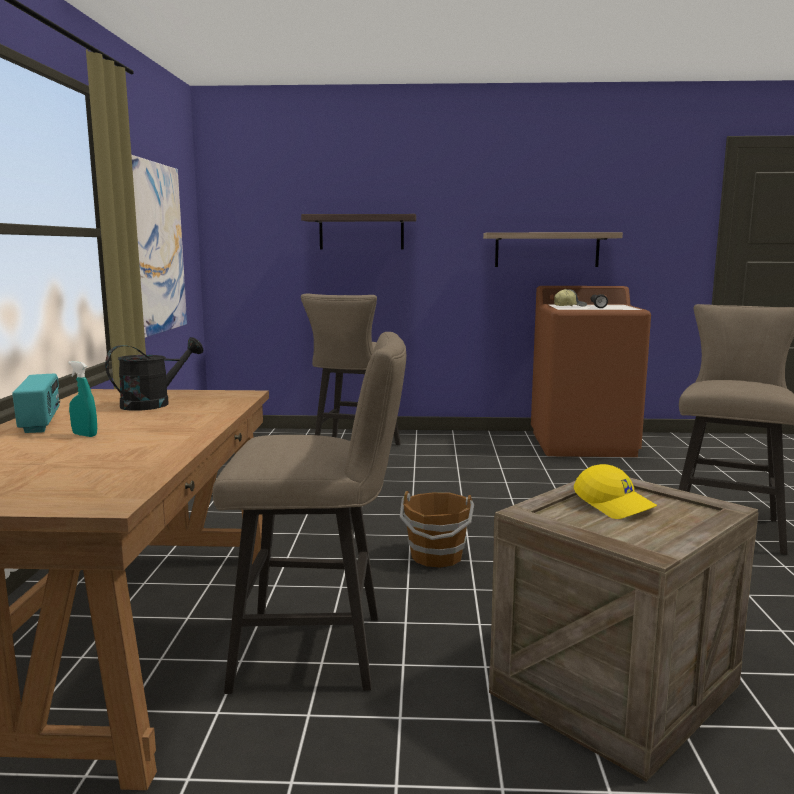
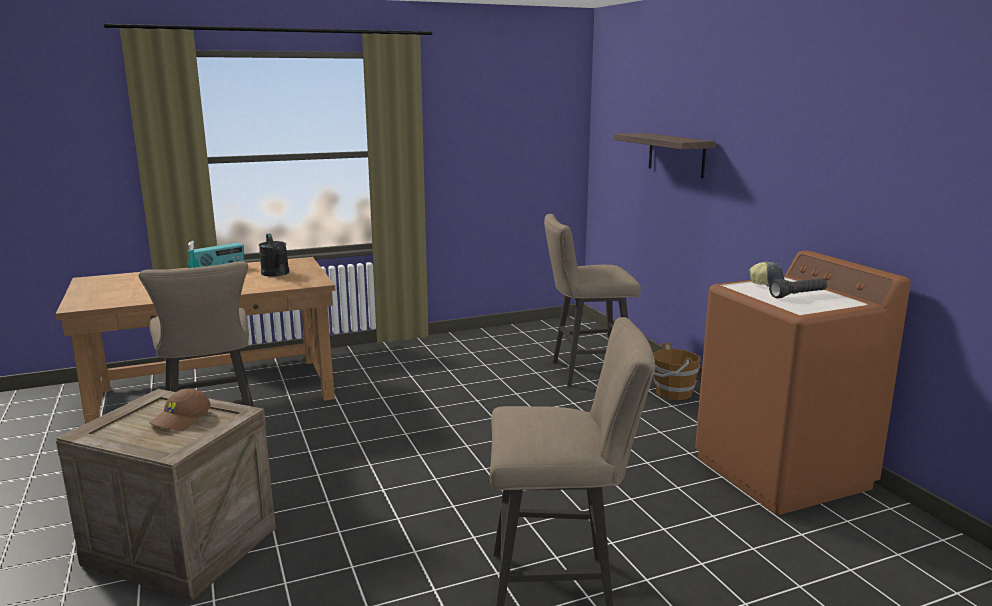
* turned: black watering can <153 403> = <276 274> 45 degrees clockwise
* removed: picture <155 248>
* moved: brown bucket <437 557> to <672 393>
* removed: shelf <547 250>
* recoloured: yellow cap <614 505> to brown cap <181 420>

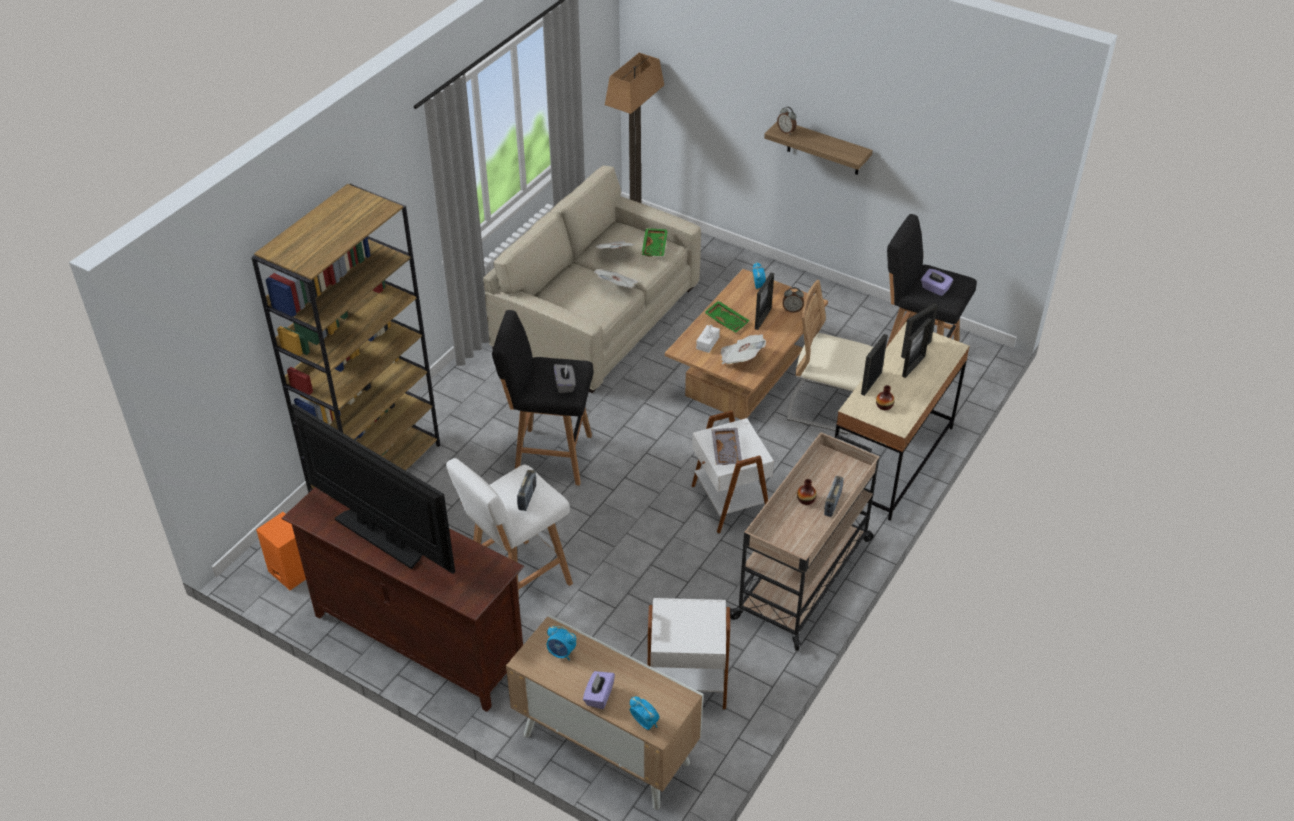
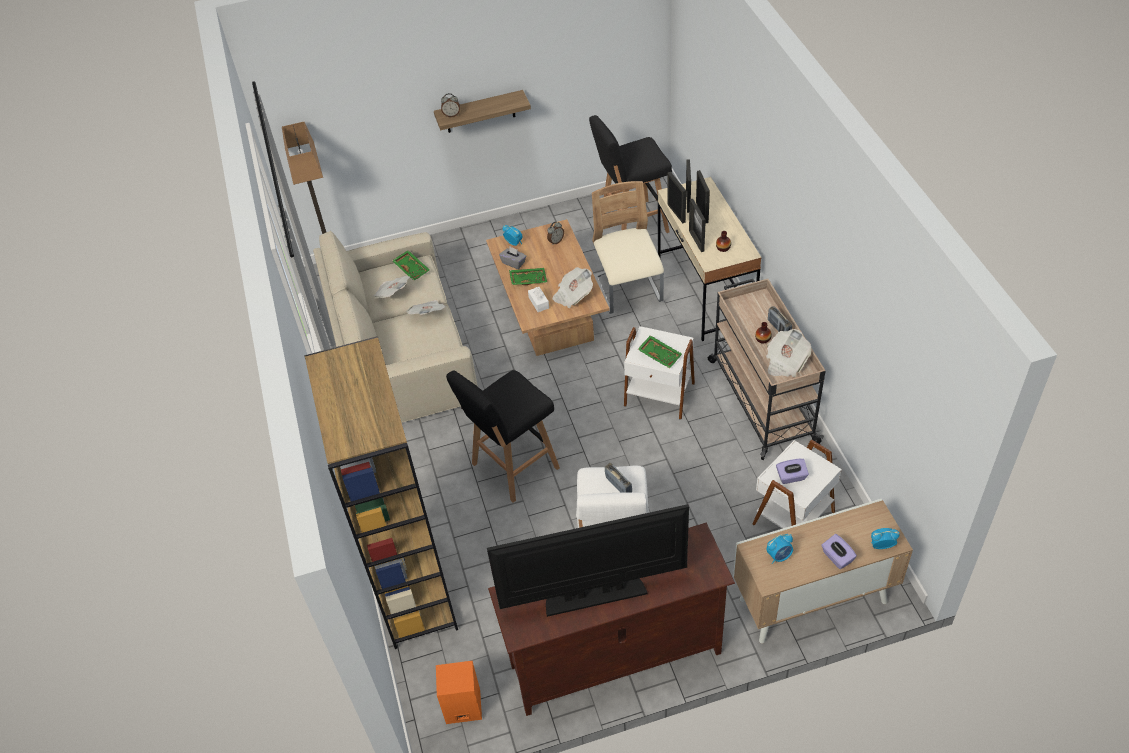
* moved: grey tissue box <565 385> to <514 263>
* recoloured: grey tray <727 450> to green tray <660 355>
* moved: picture frame <763 318> to <676 213>
* turned: beige chair <829 407> = <628 290> 105 degrees clockwise
* moved: purple tissue box <935 289> to <791 477>
* added: newspaper <785 362>

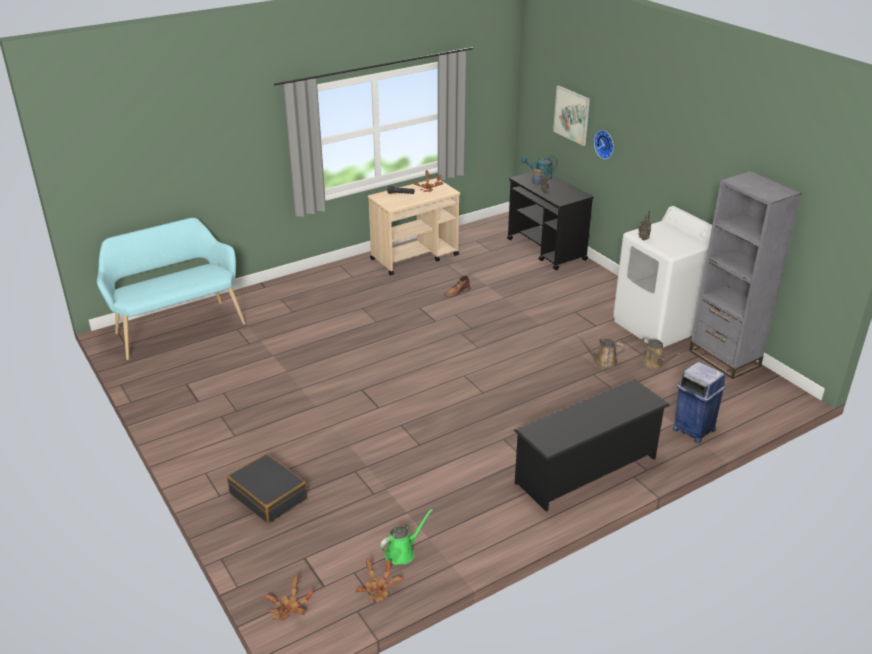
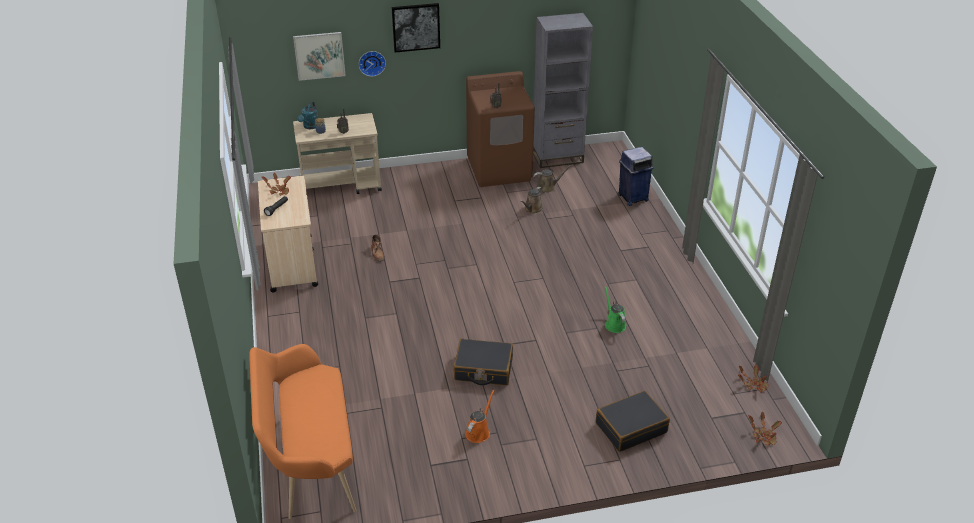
* recoloured: turquoise bench <177 327> to orange bench <310 462>
* moved: green watering can <402 552> to <614 324>
* recoloured: black cart <546 250> to beige cart <341 185>
* removed: black shoe rack <587 470>
* recoloured: white washing machine <658 326> to brown washing machine <499 170>
* added: picture <416 27>
* added: black suitcase <483 369>
* added: orange watering can <478 432>

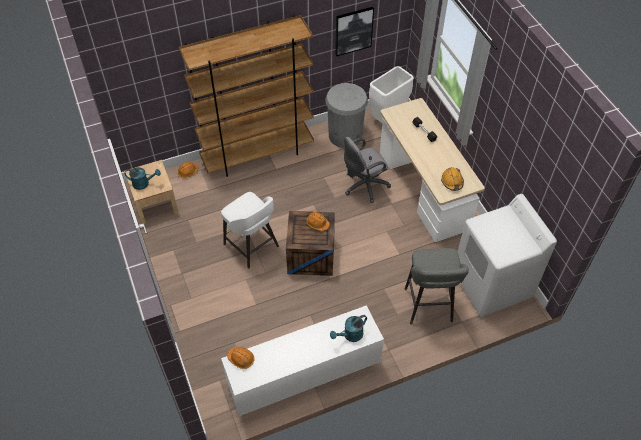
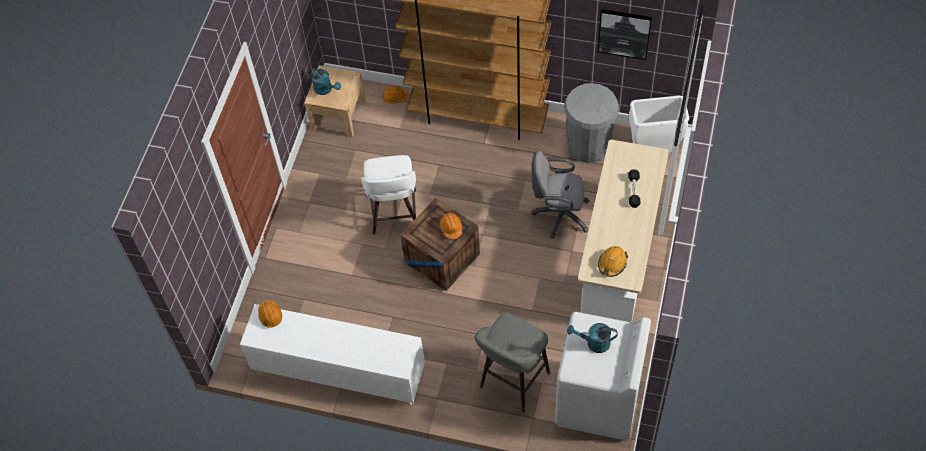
* moved: turquoise watering can <350 335> to <593 343>

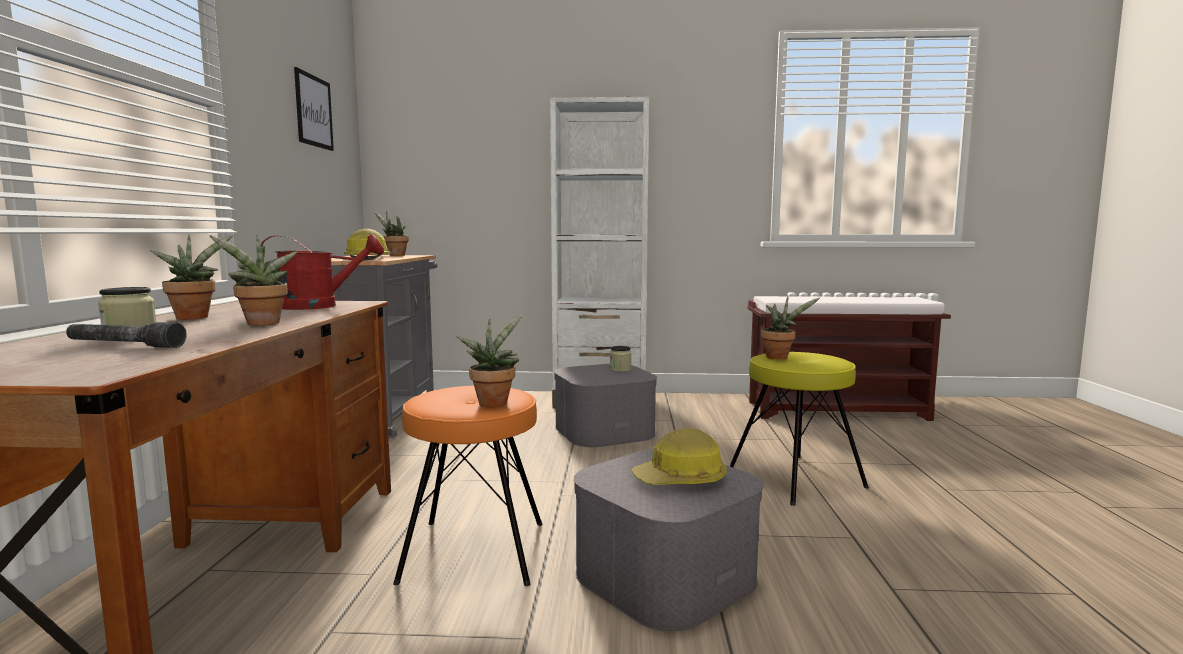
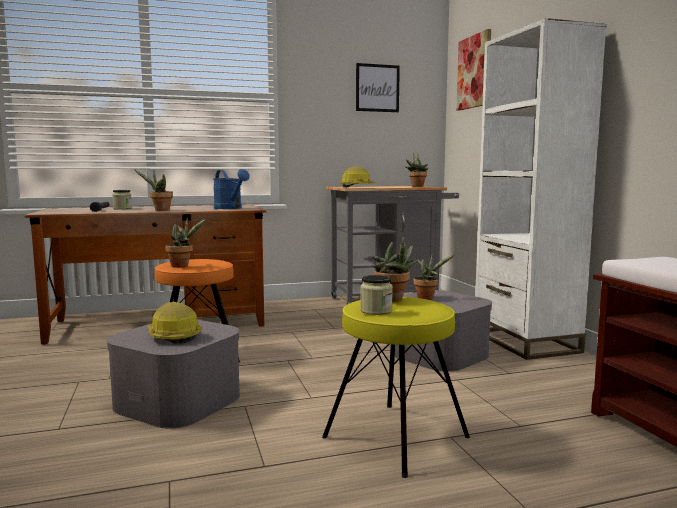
* moved: potted plant <194 317> to <427 298>
* recoloured: red watering can <319 306> to blue watering can <230 208>
* moved: jar <620 369> to <376 311>
* added: picture <474 72>

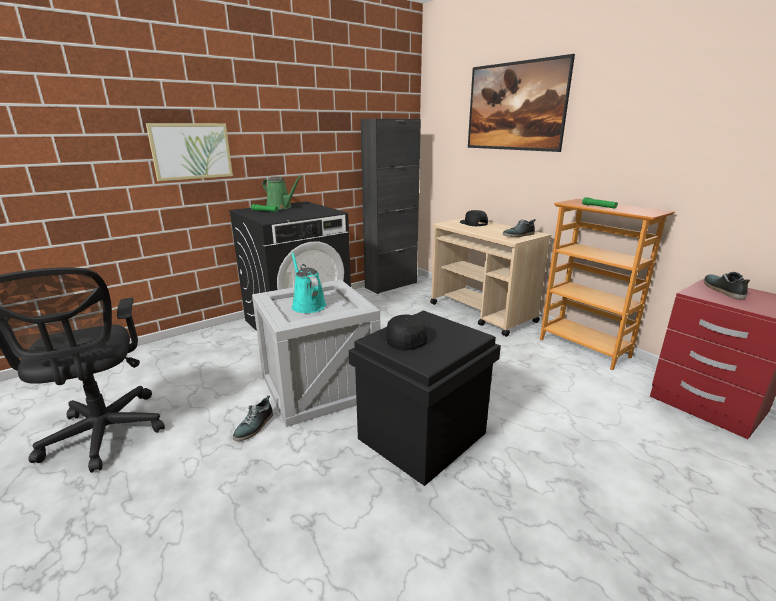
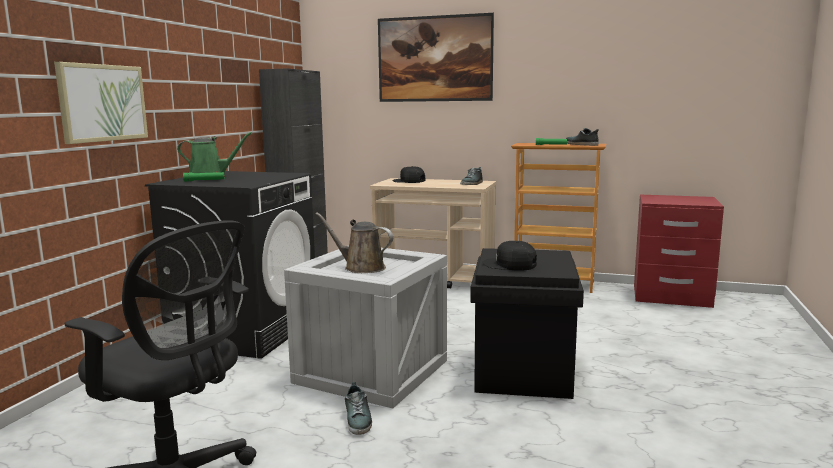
* recoloured: turquoise watering can <307 305> to brown watering can <361 267>
* moved: shoe <722 290> to <581 144>

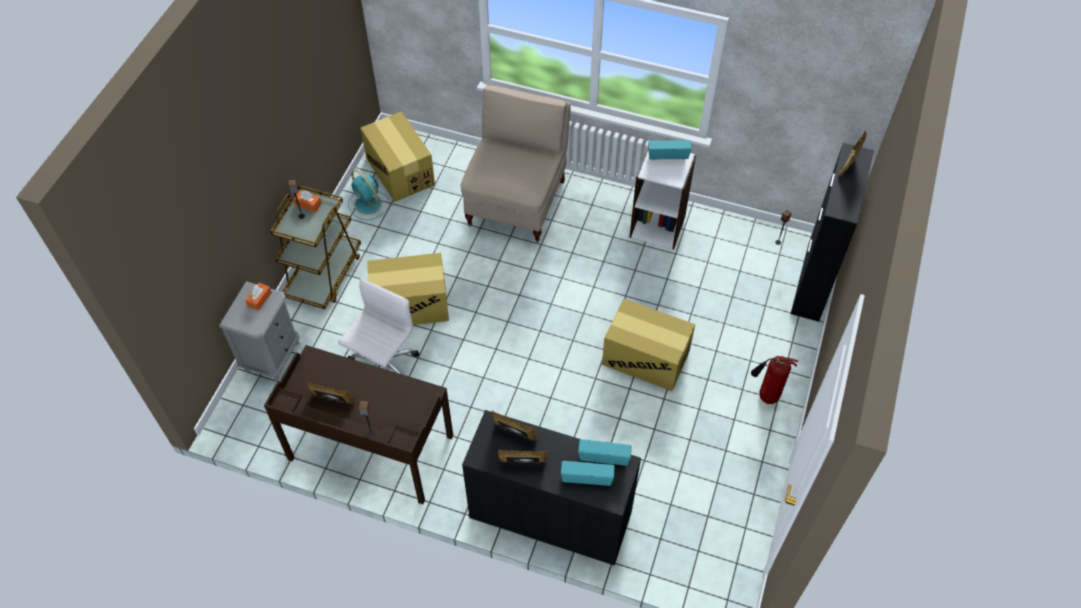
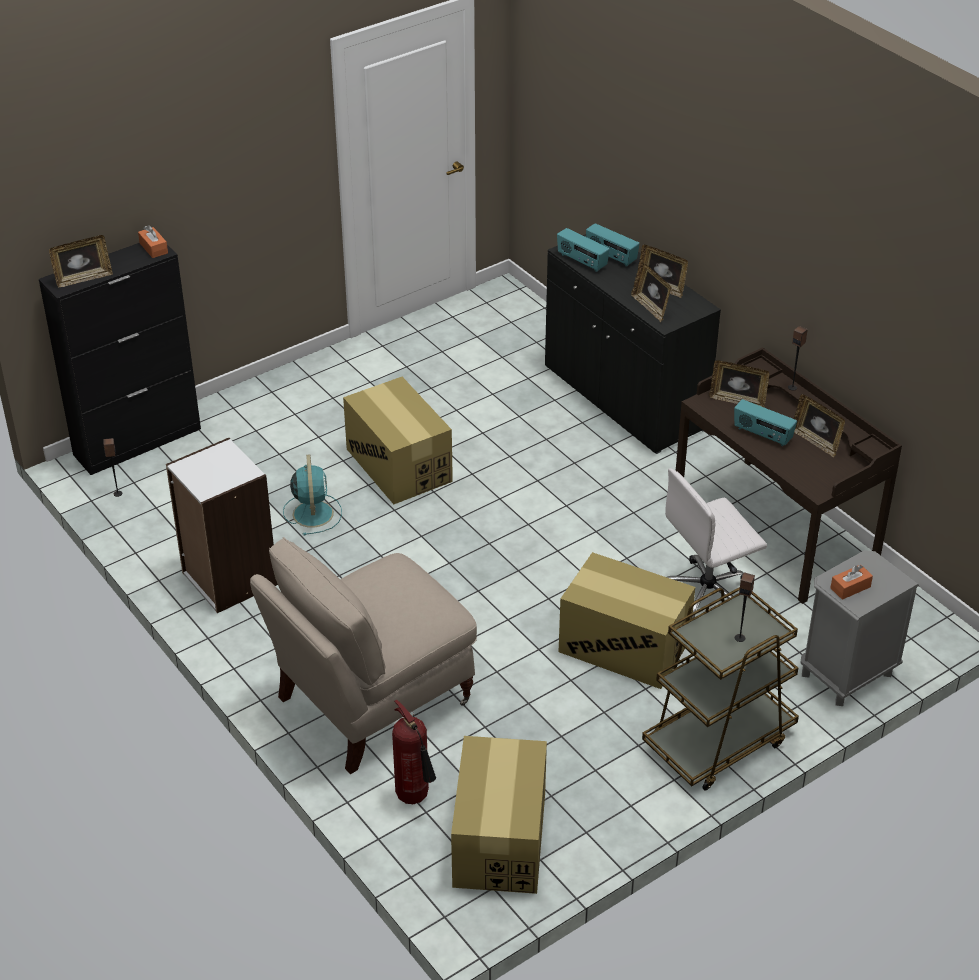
* moved: orange tissue box <308 204> to <153 248>
* moved: turquoise fan <369 205> to <313 512>
* moved: radio <668 156> to <762 435>
* moved: fire extinguisher <765 396> to <415 798>
* added: picture frame <737 401>

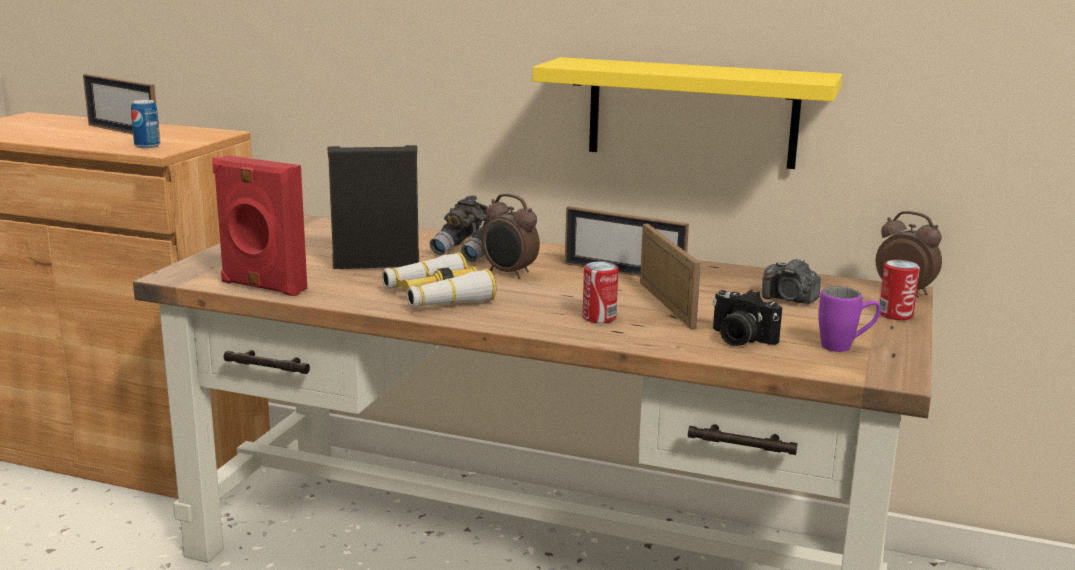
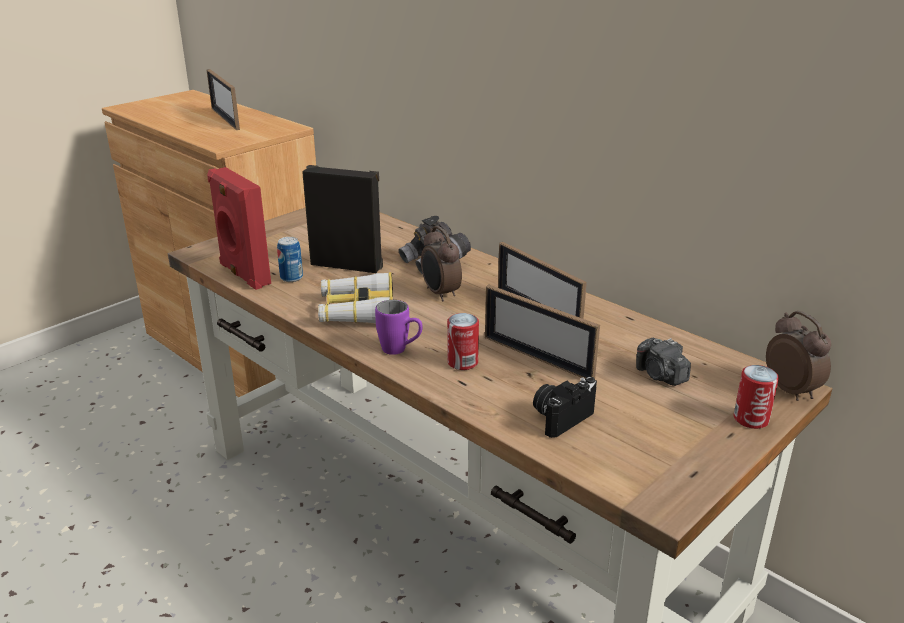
* moved: can <147 146> to <291 278>
* removed: yellow shelf <692 112>
* turned: picture frame <666 304> = <537 358> 120 degrees clockwise
* turned: photo camera <739 339> = <561 417> 75 degrees clockwise
* moved: purple mug <845 347> to <400 350>

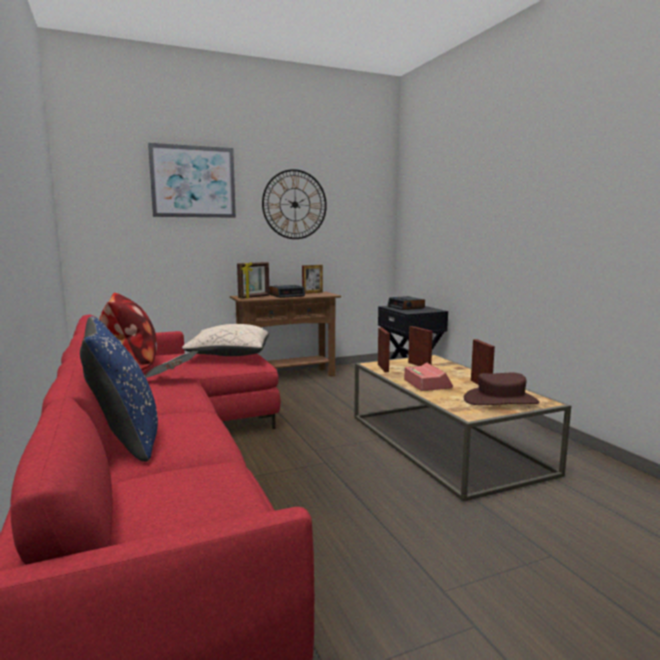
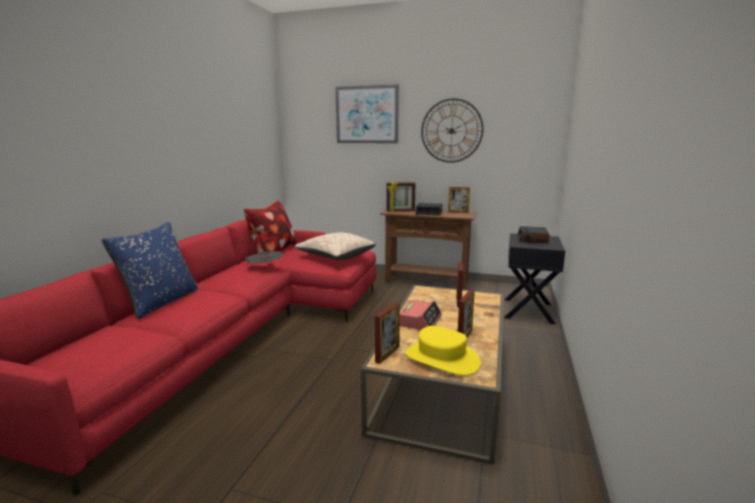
* moved: picture frame <383 368> to <387 354>
* recoloured: brown hat <500 400> to yellow hat <441 358>

